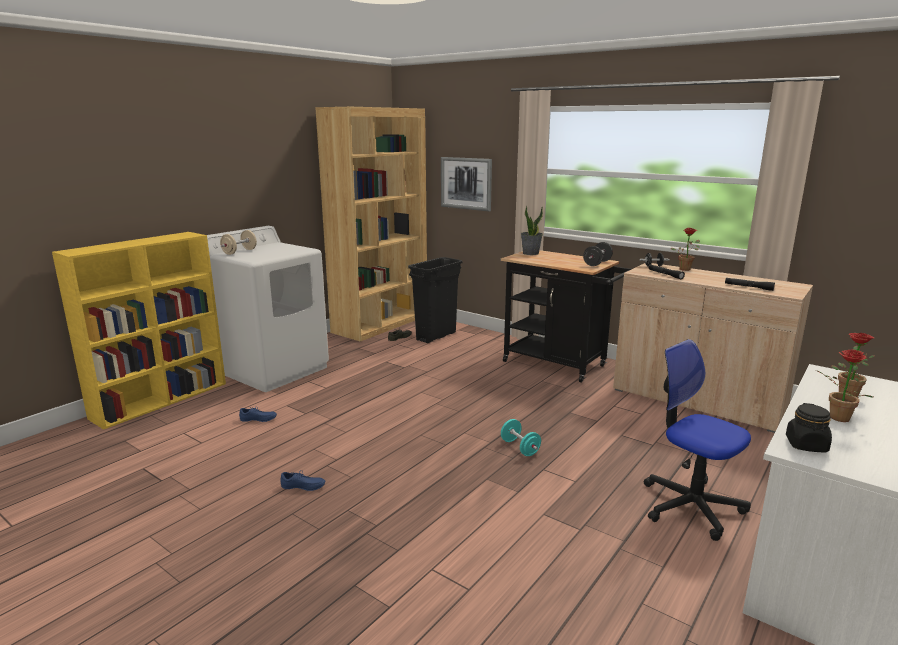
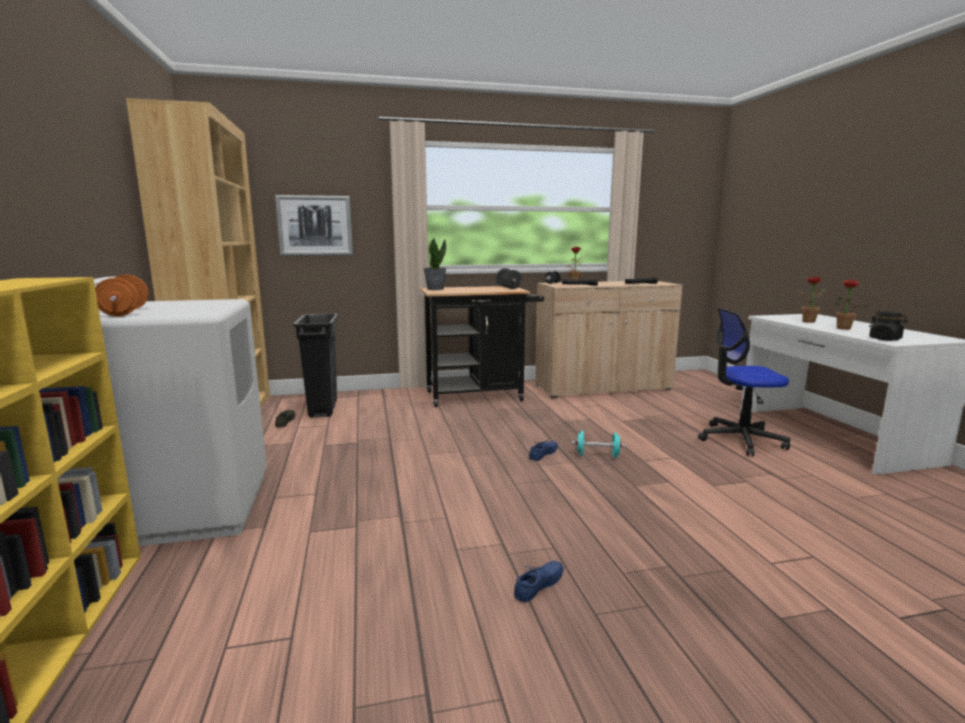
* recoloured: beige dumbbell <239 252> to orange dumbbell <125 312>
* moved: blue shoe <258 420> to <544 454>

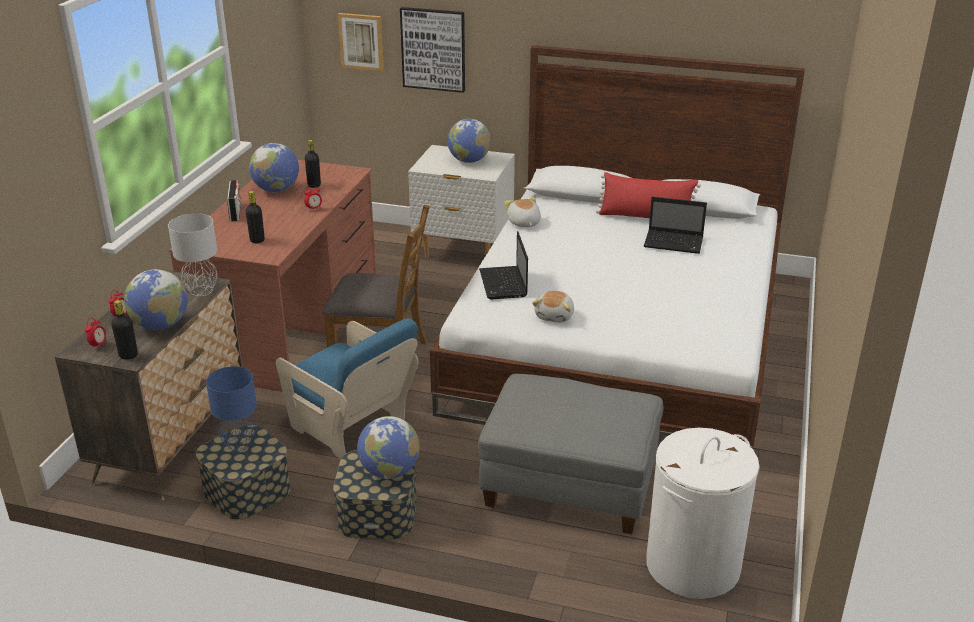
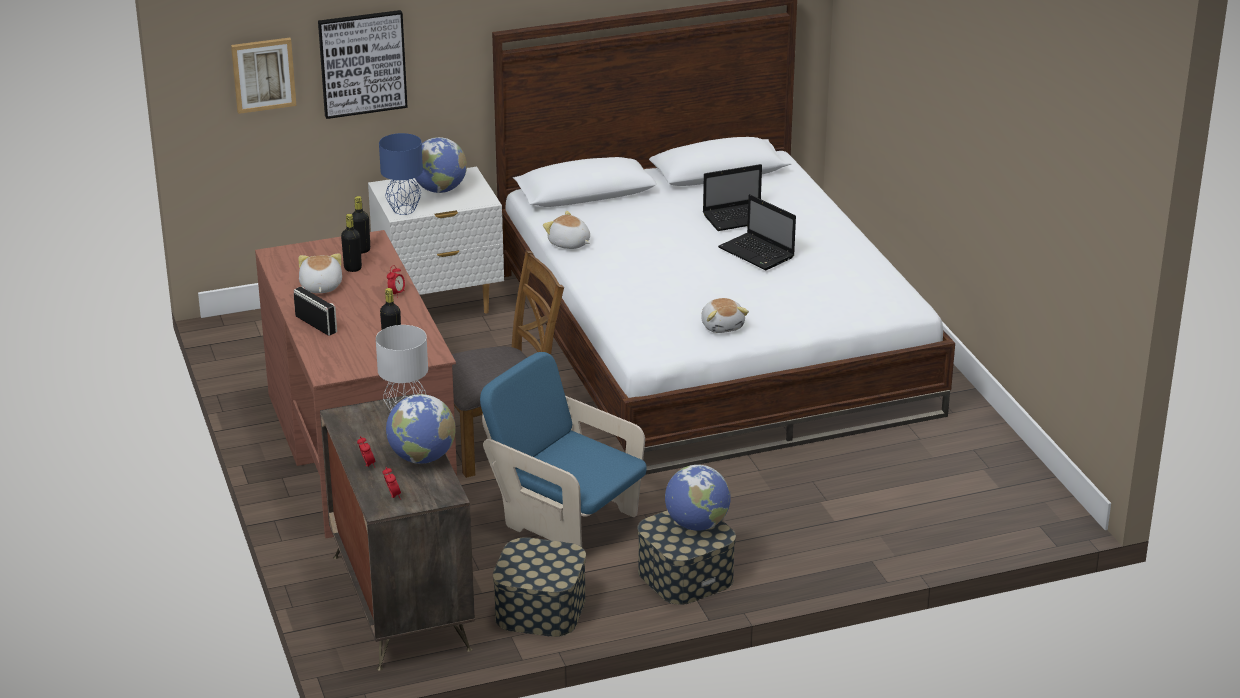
* moved: black bottle <128 355> to <361 250>
* moved: blue table lamp <240 444> to <404 209>
* replaced: globe <276 190> to plush toy <320 287>
* turned: blue armchair <352 428> = <565 519> 150 degrees counterclockwise
* removed: grey ottoman <571 486>
* moved: laptop <504 284> to <758 253>
* removed: red pillow <645 217>
* removed: white laundry basket <693 566>

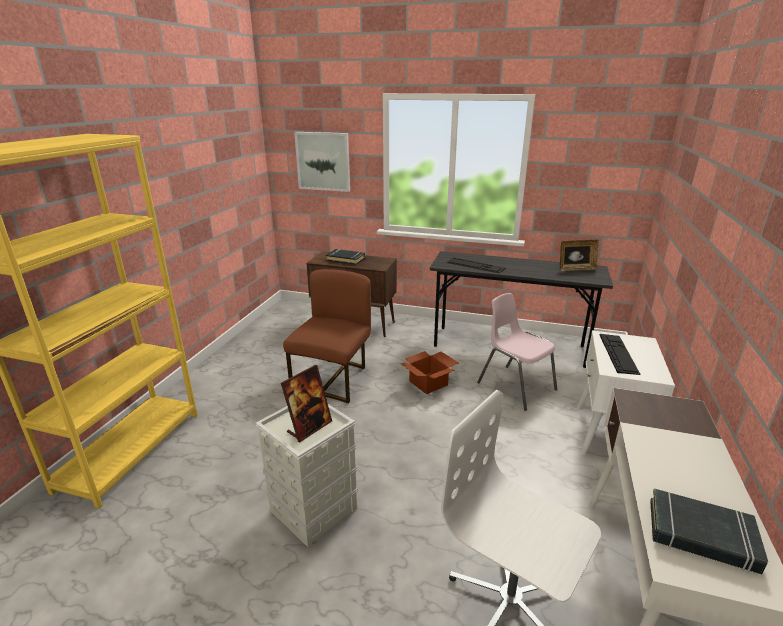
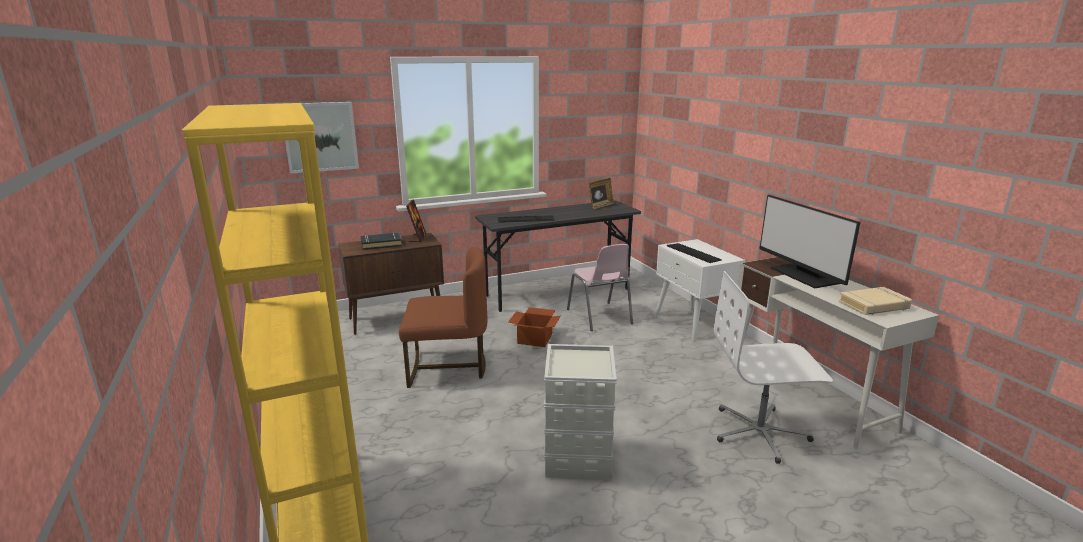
* moved: picture frame <309 427> to <417 238>
* turned: brown chair <333 379> = <447 367> 105 degrees clockwise
* turned: pink chair <515 386> = <599 317> 120 degrees counterclockwise
* recoloured: black book <701 535> to beige book <874 305>
* added: monitor <804 275>

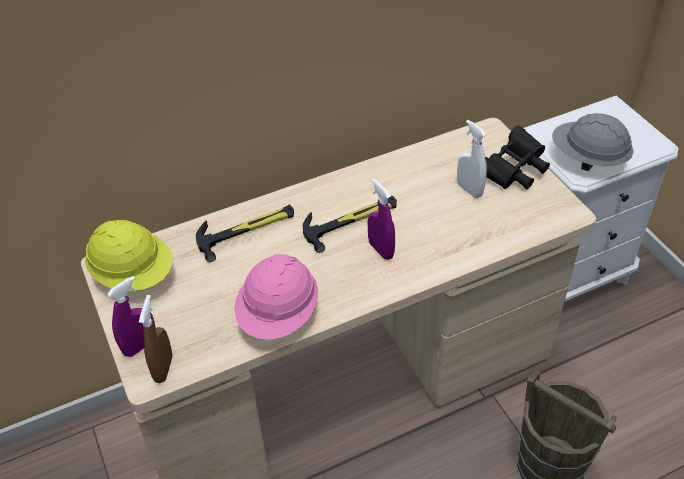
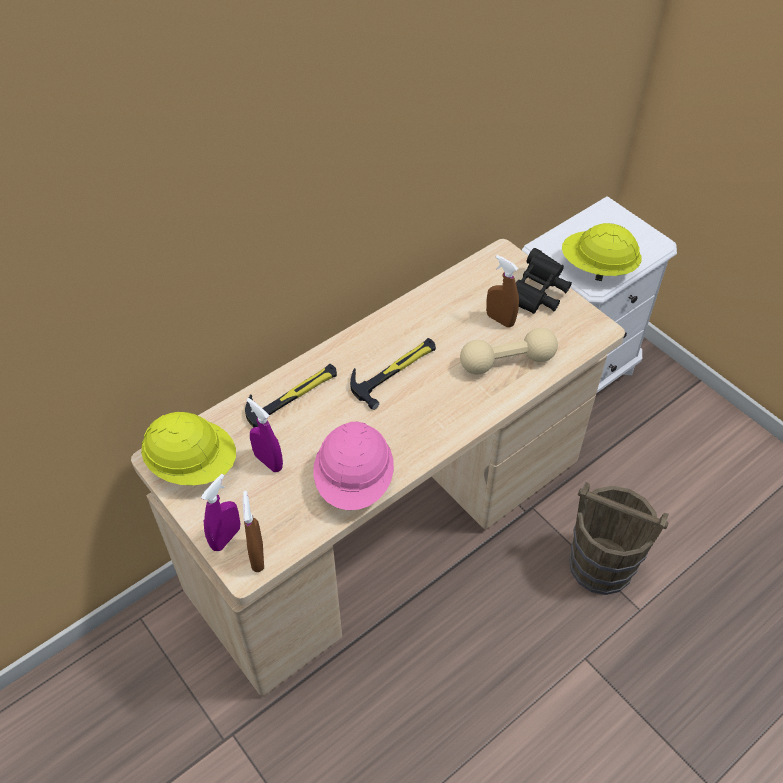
* moved: purple spray bottle <381 250> to <268 462>
* recoloured: white spray bottle <469 190> to brown spray bottle <500 320>
* recoloured: grey hard hat <588 159> to yellow hard hat <597 268>
* added: beige dumbbell <507 362>

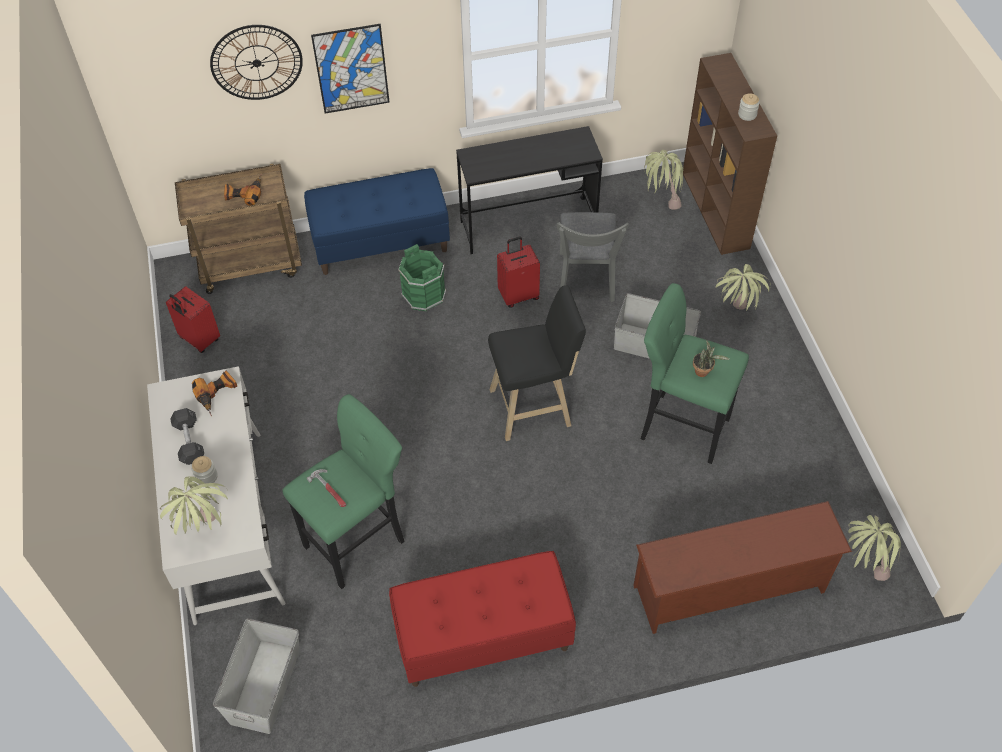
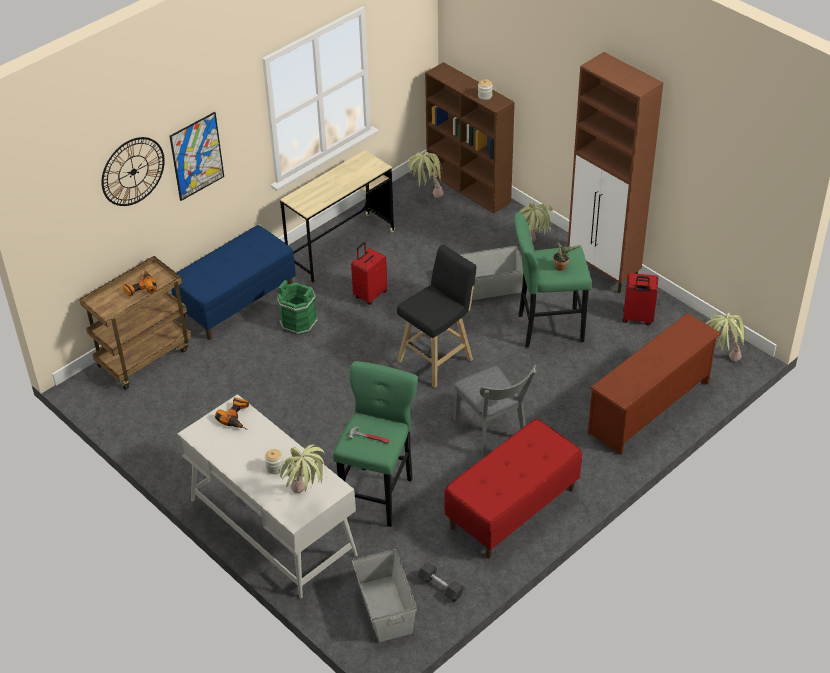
* moved: red suitcase <199 340> to <637 318>
* moved: grey dumbbell <189 442> to <440 587>
* recoloured: black desk <528 225> to beige desk <341 247>
* moved: grey chair <586 281> to <492 433>
* added: brown cabinet <603 272>

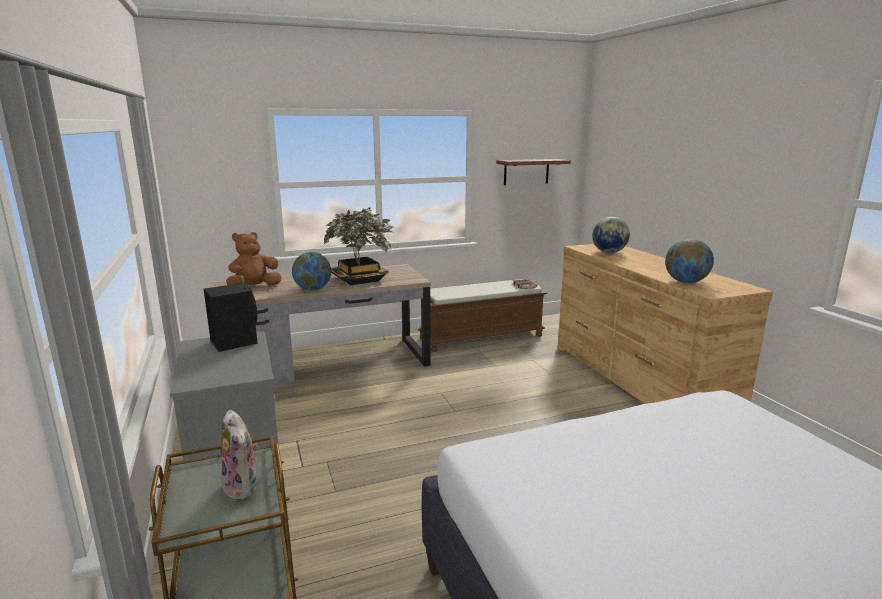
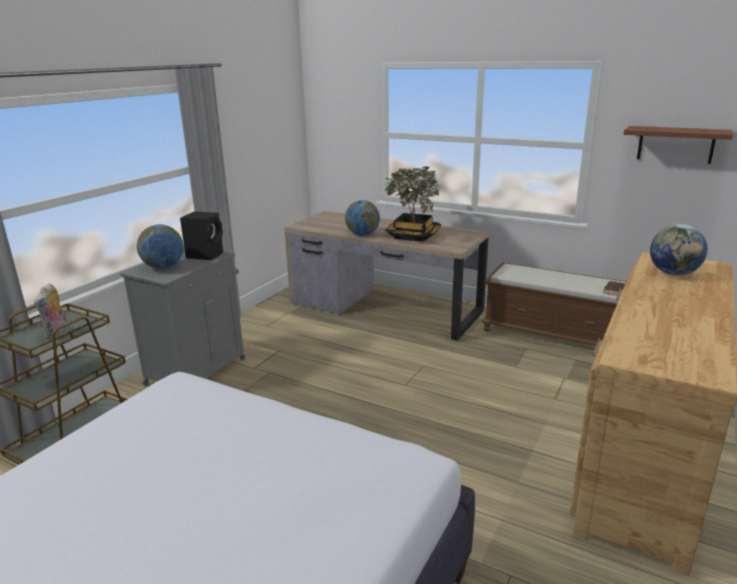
* removed: brown plush toy <254 287>
* moved: globe <686 282> to <164 267>

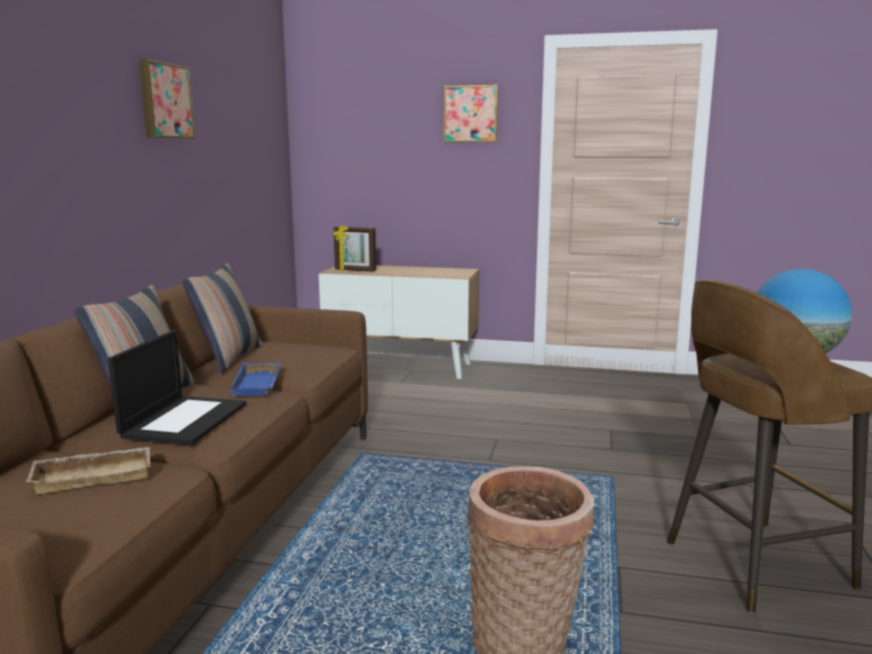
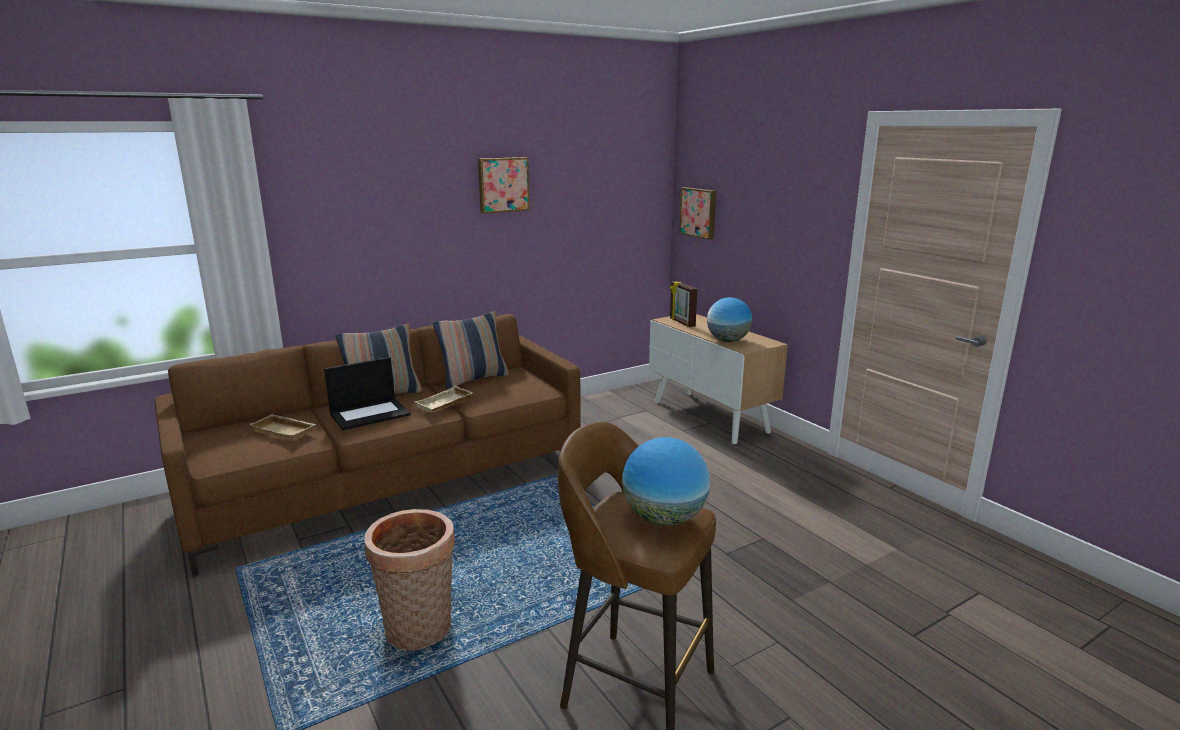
* recoloured: blue tray <259 385> to beige tray <444 404>
* moved: picture <471 114> to <699 212>
* added: globe <728 341>

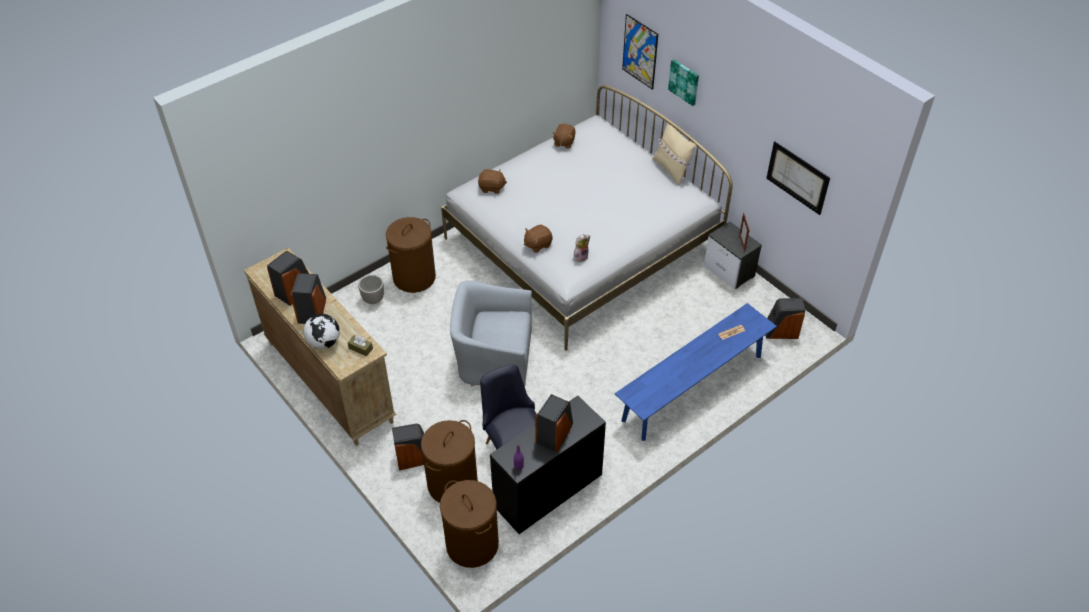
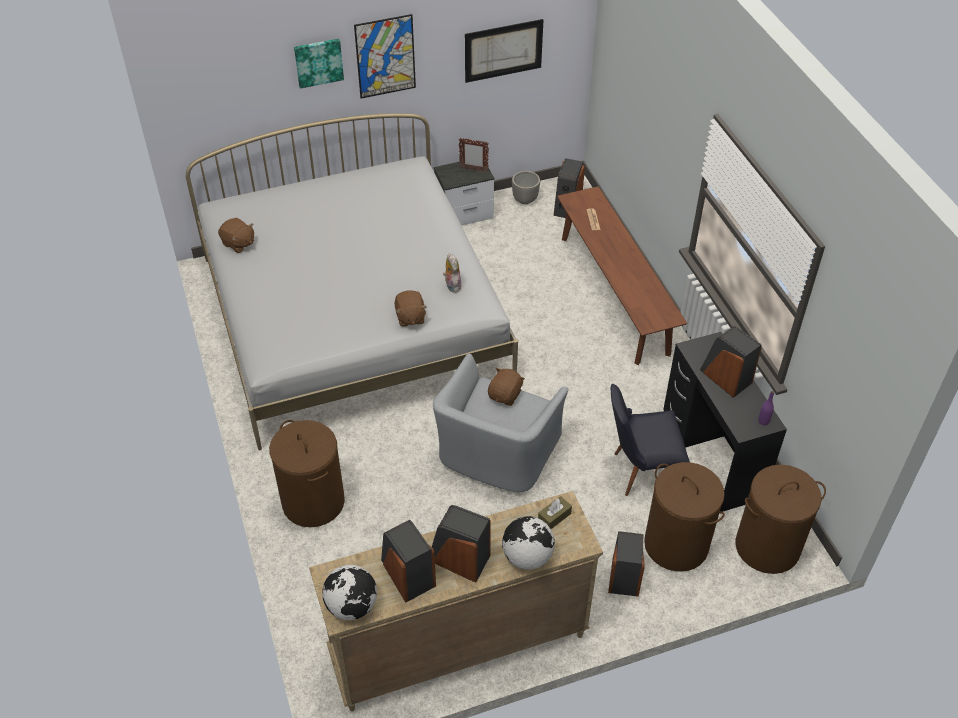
* moved: planter <373 299> to <525 199>
* moved: brown plush toy <491 188> to <505 395>
* recoloured: blue bench <693 387> to brown bench <614 294>
* moved: picture <640 52> to <385 56>
* removed: beige pillow <671 169>
* added: globe <352 606>

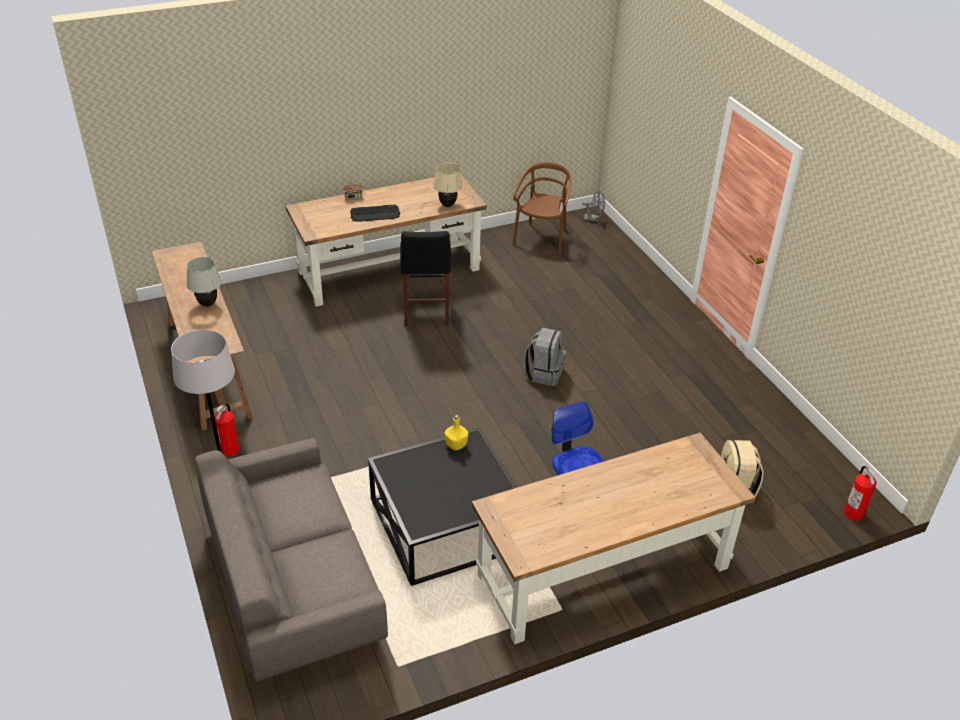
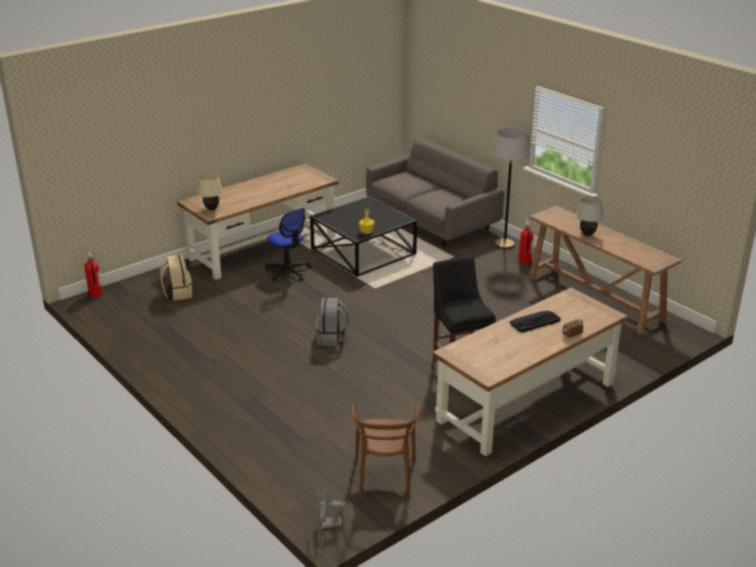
* moved: beige table lamp <447 205> to <212 209>

